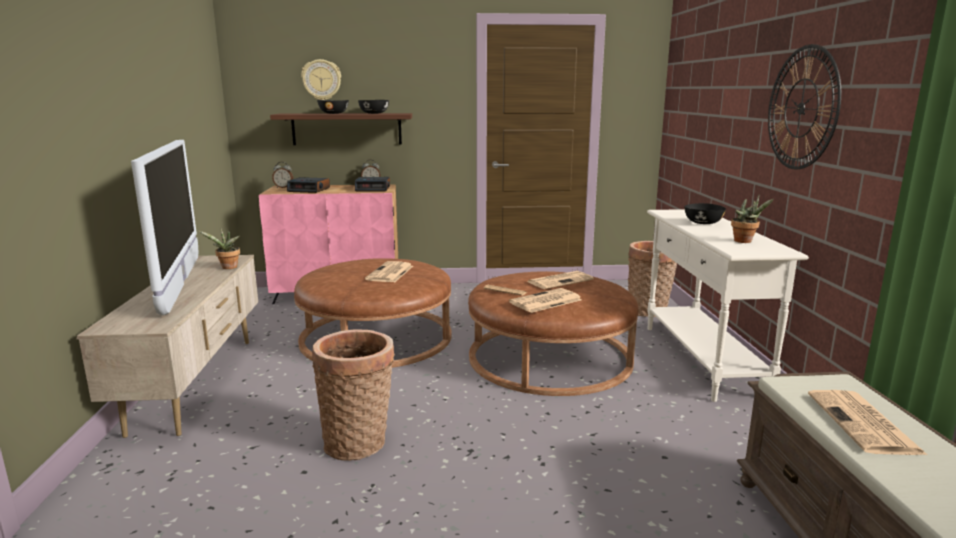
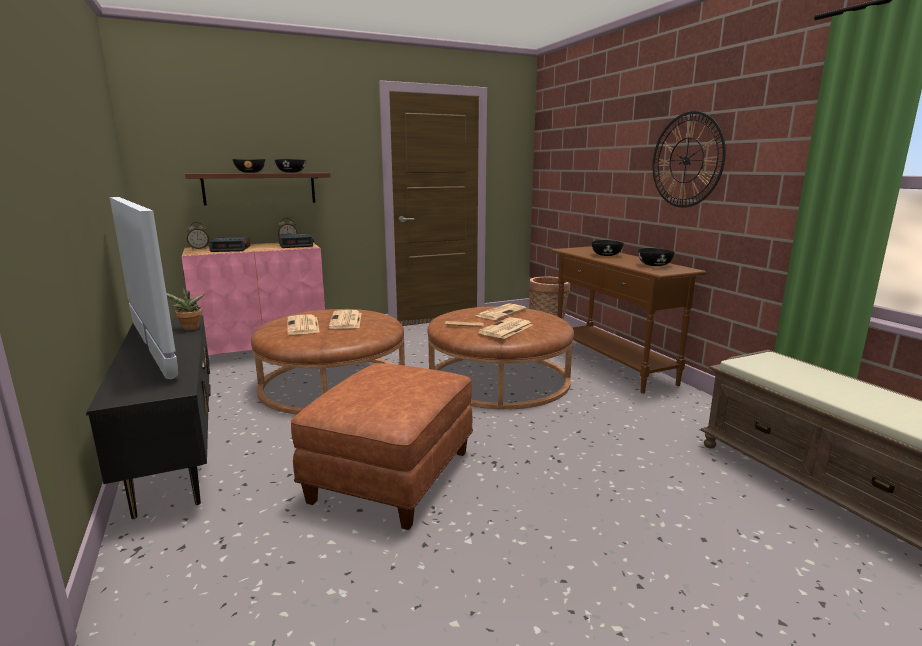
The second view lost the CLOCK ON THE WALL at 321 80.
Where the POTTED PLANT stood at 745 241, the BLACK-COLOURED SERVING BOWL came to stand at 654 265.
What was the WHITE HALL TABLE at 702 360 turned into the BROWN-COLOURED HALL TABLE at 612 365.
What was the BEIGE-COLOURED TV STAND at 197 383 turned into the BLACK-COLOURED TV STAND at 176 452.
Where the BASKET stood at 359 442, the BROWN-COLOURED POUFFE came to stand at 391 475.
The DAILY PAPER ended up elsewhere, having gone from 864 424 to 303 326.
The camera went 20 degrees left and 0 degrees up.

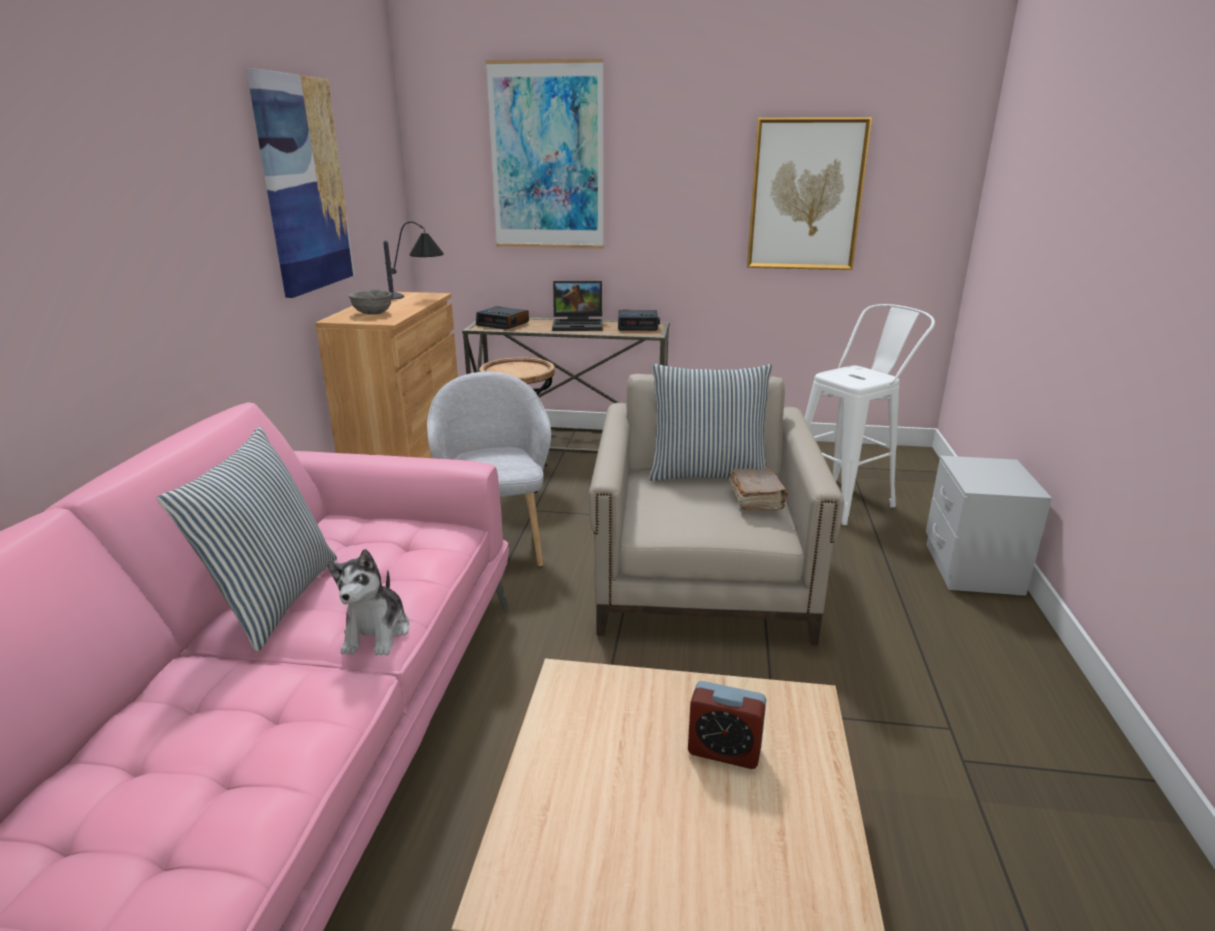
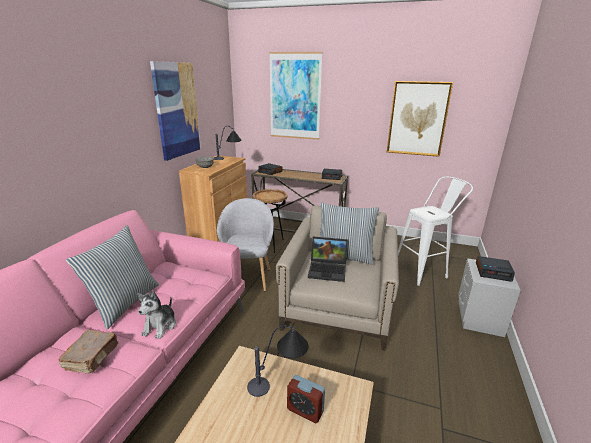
The PORTABLE COMPUTER ended up elsewhere, having gone from 579 325 to 328 270.
The BROWN-COLOURED VOLUME ended up elsewhere, having gone from 756 499 to 92 357.
The second view gained the ALARM CLOCK at 493 272.
The second view gained the TABLE LAMP at 280 379.
The camera went 10 degrees right and 0 degrees up.

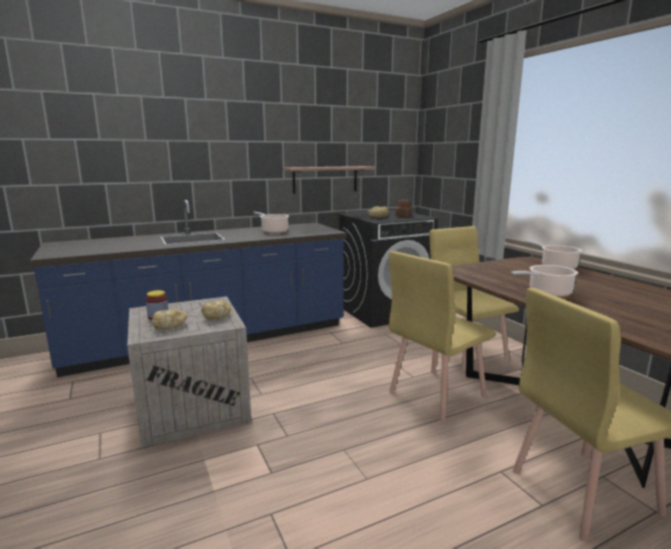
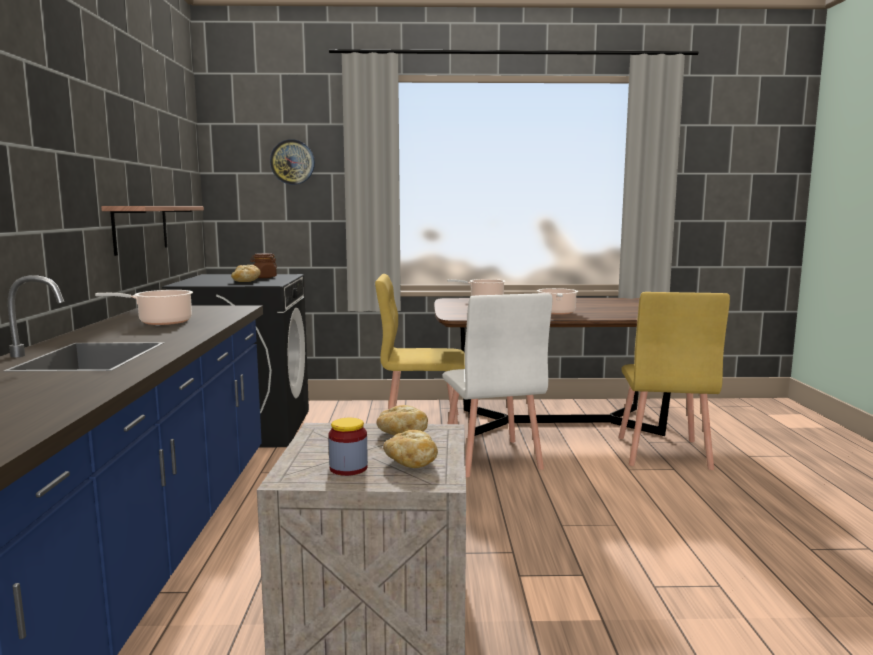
What was the YELLOW UPRIGHT CHAIR at 436 394 turned into the WHITE UPRIGHT CHAIR at 491 458.
The second view gained the CLOCK ON THE WALL at 292 162.
The camera went 65 degrees left and 5 degrees down.

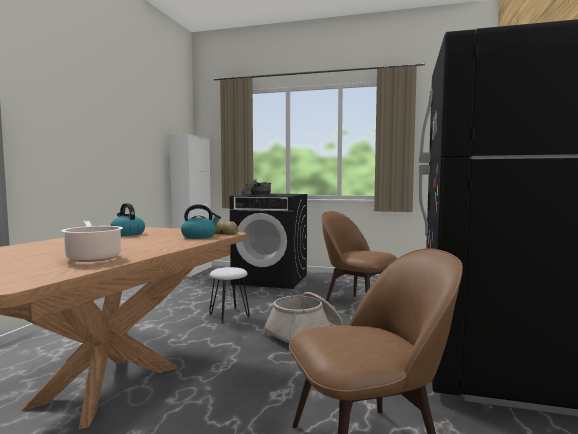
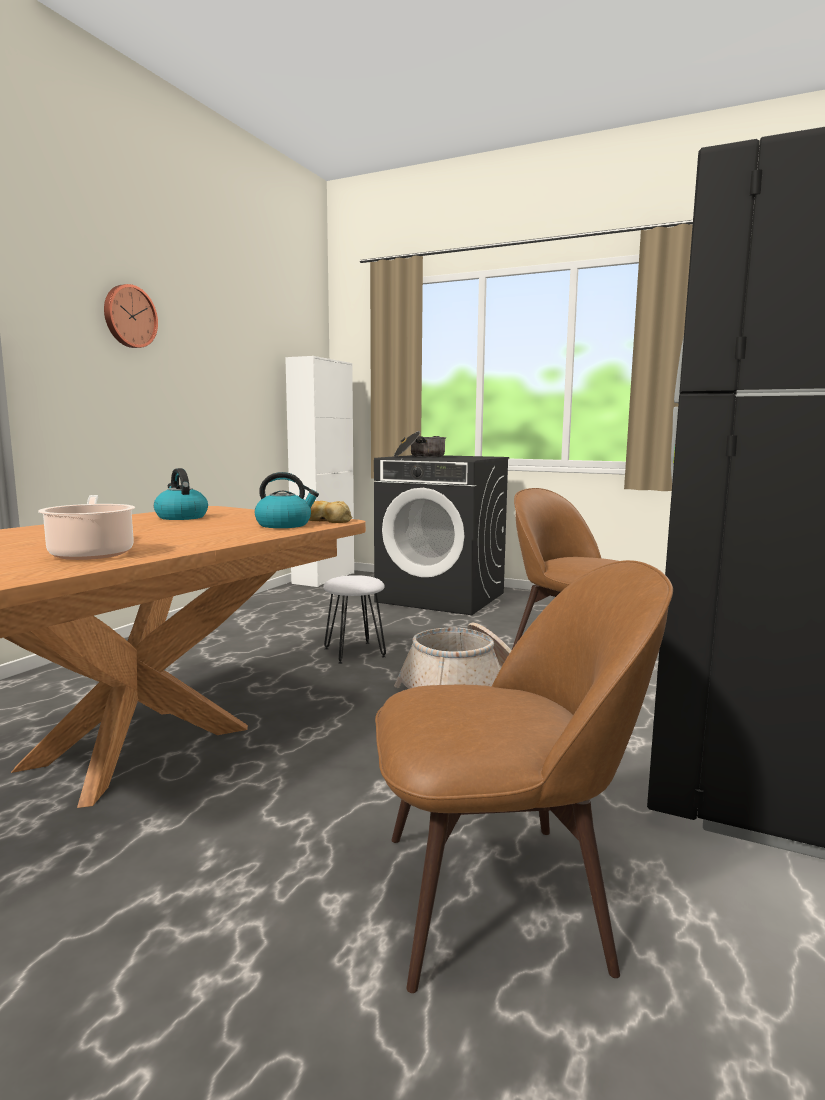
The second view gained the CLOCK ON THE WALL at 129 316.
The camera went 10 degrees right and 5 degrees up.

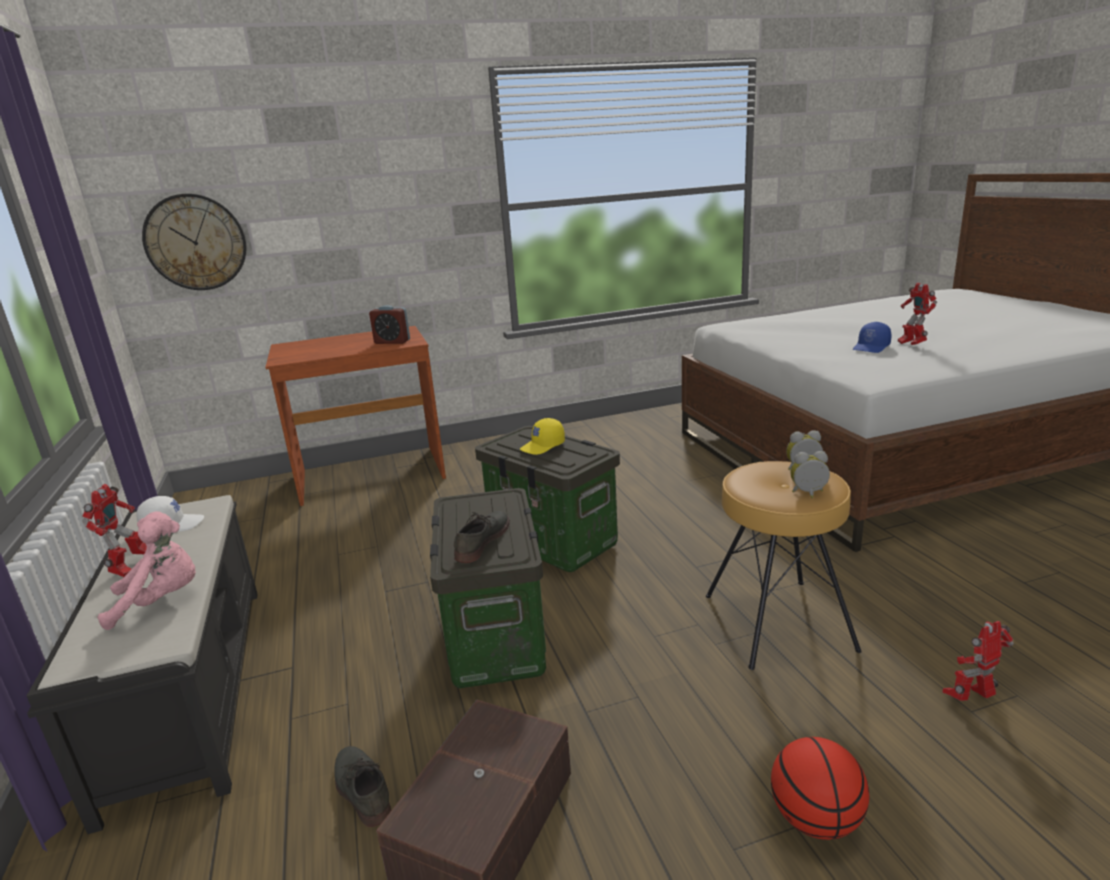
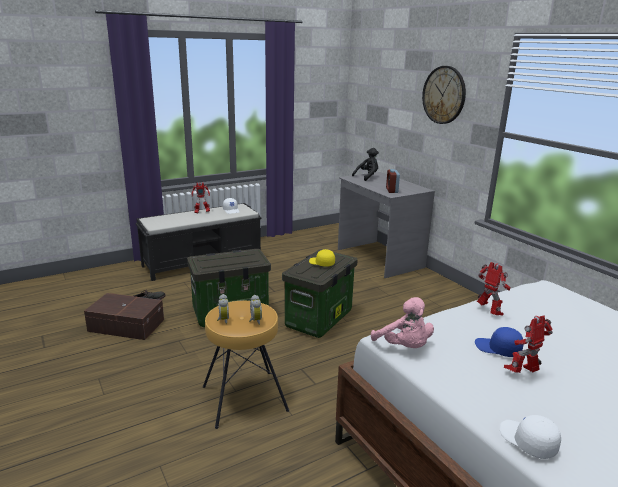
The CLOCK ON THE WALL ended up elsewhere, having gone from 196 242 to 444 95.
What was the BROWN-COLOURED DESK TABLE at 371 475 turned into the GREY DESK TABLE at 379 258.
The PINK-COLOURED CUDDLY TOY ended up elsewhere, having gone from 162 601 to 404 347.
The second view lost the GREY SHOE at 482 540.
The MODEL ROBOT ended up elsewhere, having gone from 971 698 to 489 312.
The second view lost the BASKETBALL BALL at 815 819.
The second view gained the BLACK-COLOURED CUDDLY TOY at 367 177.
The second view gained the WHITE CAP at 527 441.
The camera went 75 degrees right and 0 degrees up.

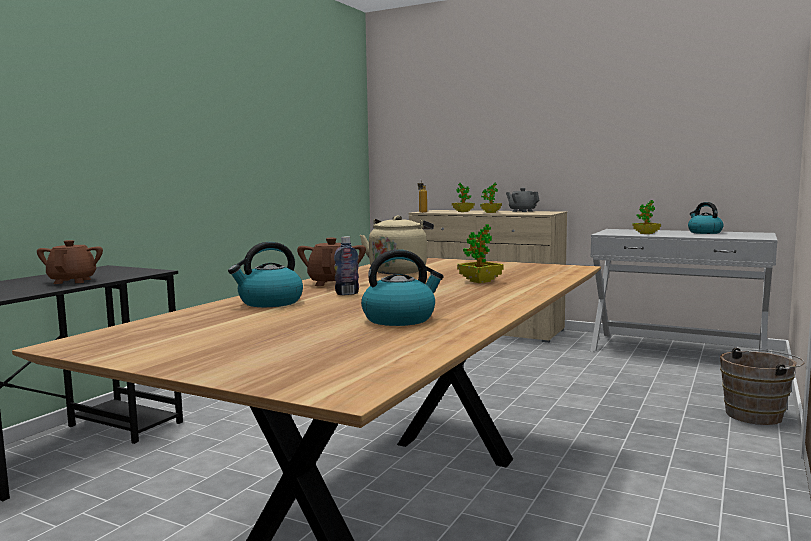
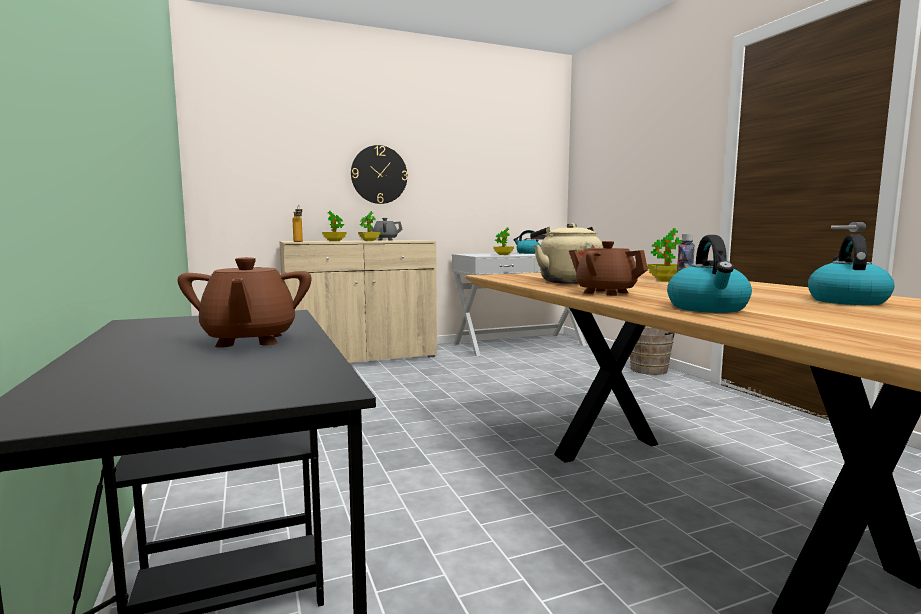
The BROWN-COLOURED TEA POT at 73 281 ended up facing another way, 135 degrees counterclockwise from before.
The second view gained the CLOCK ON THE WALL at 379 174.
The camera went 50 degrees left and 0 degrees up.

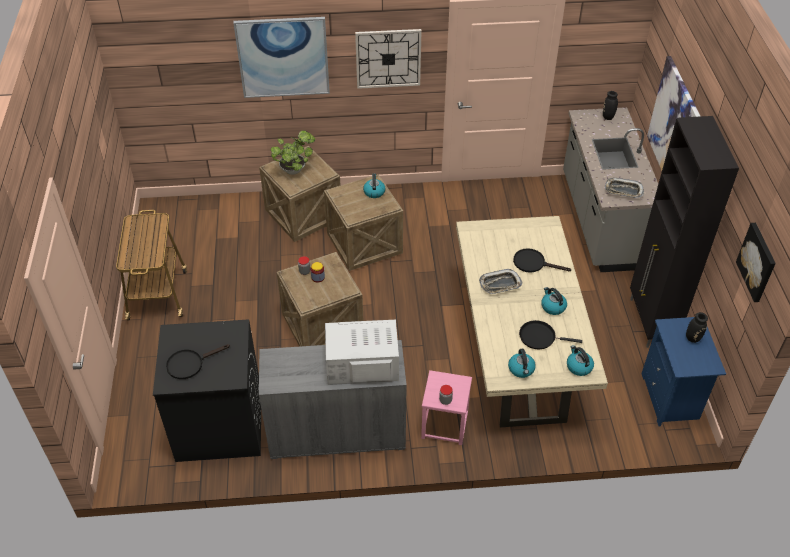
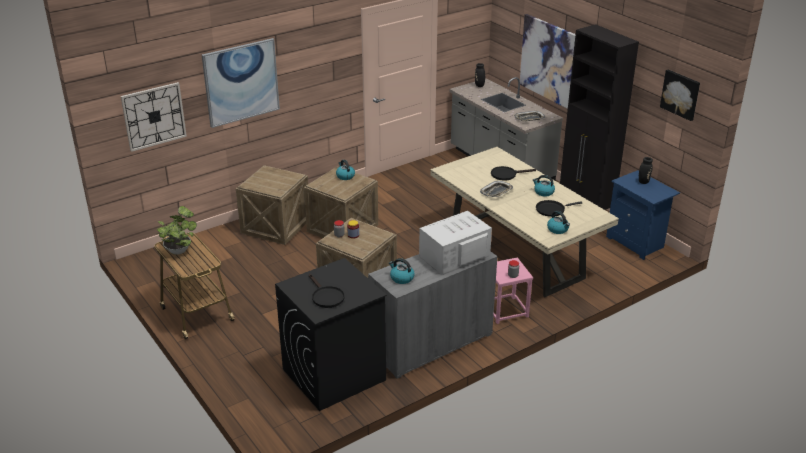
The CLOCK ON THE WALL ended up elsewhere, having gone from 388 58 to 154 116.
The POTTED PLANT ended up elsewhere, having gone from 294 169 to 179 249.
The BLACK-COLOURED FRYING PAN at 190 363 ended up facing another way, 60 degrees counterclockwise from before.
The WATER KETTLE ended up elsewhere, having gone from 578 366 to 401 278.
The camera went 30 degrees left and 15 degrees down.

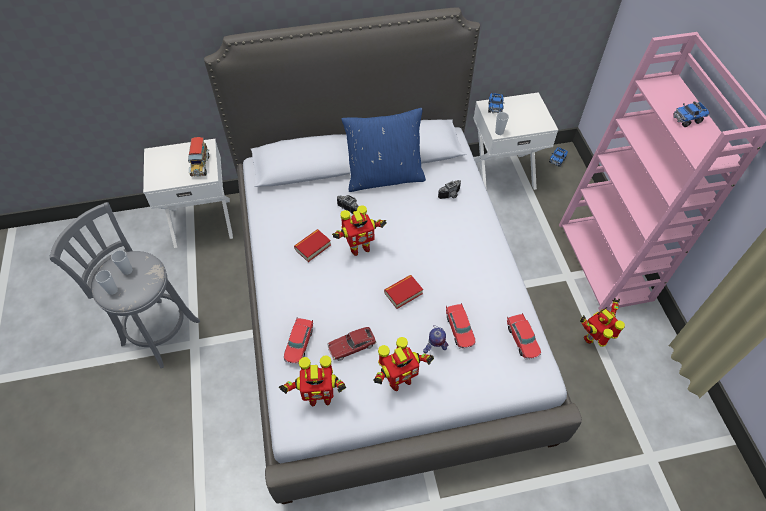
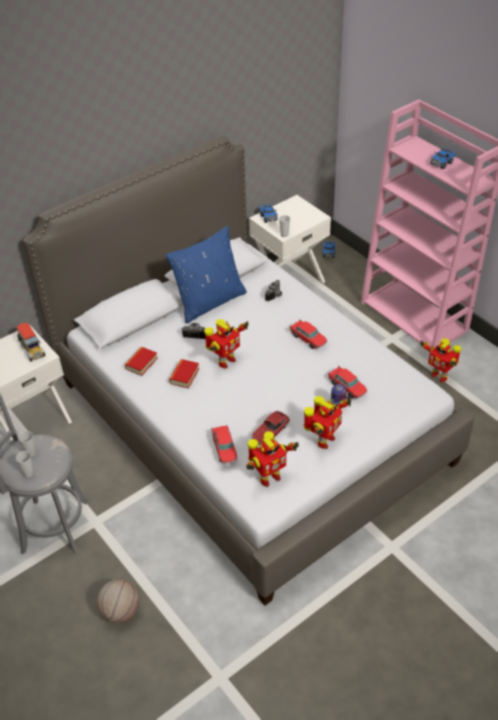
The VOLUME ended up elsewhere, having gone from 403 293 to 141 363.
The MODEL ROBOT at 593 338 ended up facing another way, 75 degrees counterclockwise from before.
The MINIATURE CAR ended up elsewhere, having gone from 522 339 to 308 339.
The second view gained the BASKETBALL BALL at 120 611.
The camera went 25 degrees left and 10 degrees down.

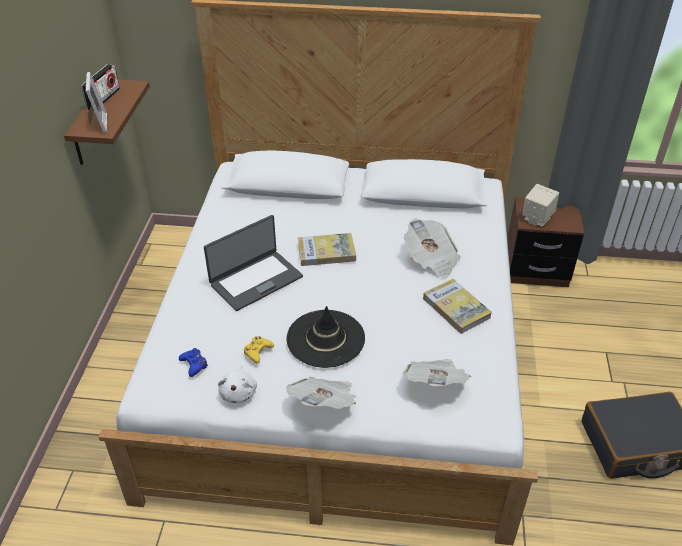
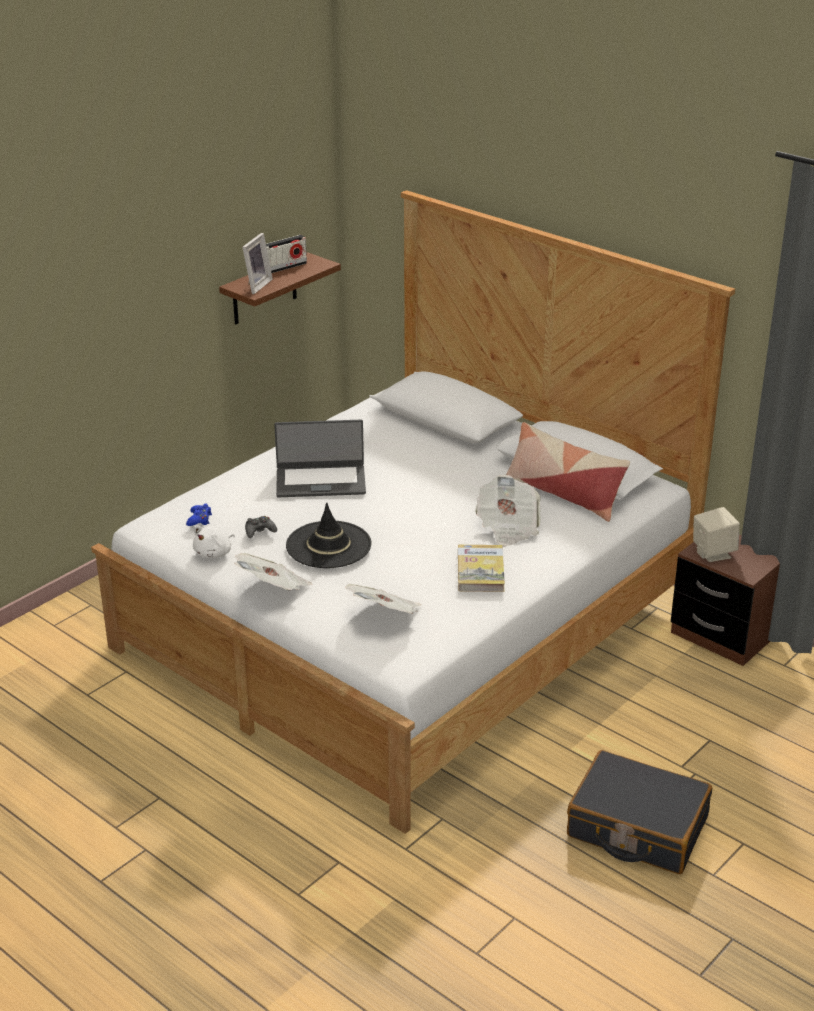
The second view lost the VOLUME at 326 252.
What was the YELLOW GAMEPAD at 258 352 turned into the BLACK-COLOURED GAMEPAD at 259 531.
The second view gained the PILLOW at 563 494.
The camera went 35 degrees right and 10 degrees down.

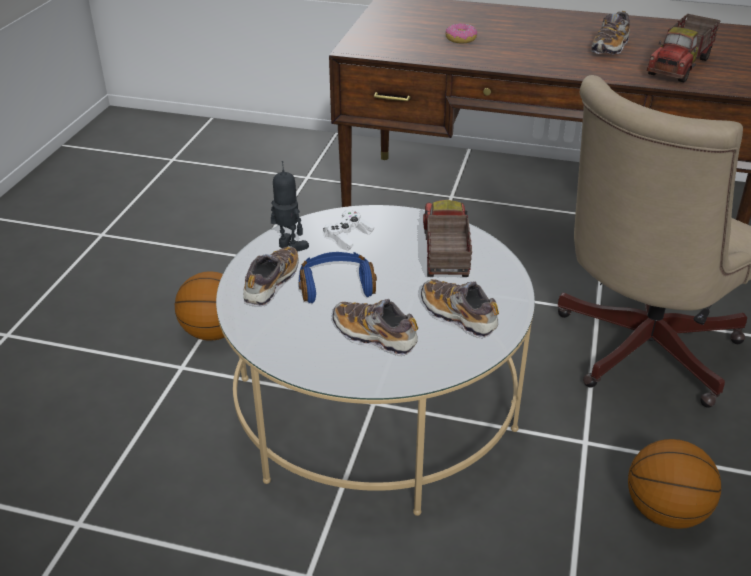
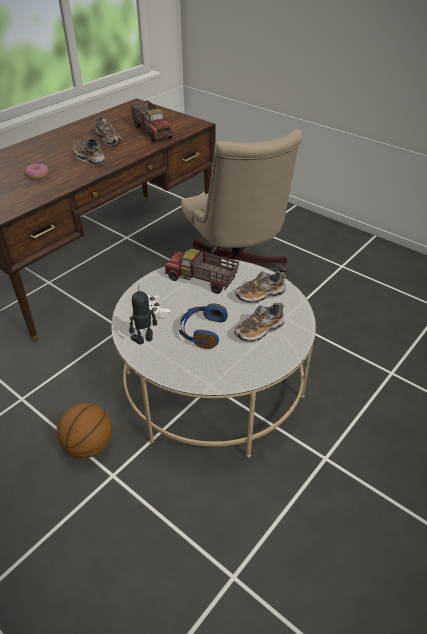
The SHOE ended up elsewhere, having gone from 271 284 to 89 158.
The second view lost the BASKETBALL BALL at 665 512.
The camera went 65 degrees left and 5 degrees up.

